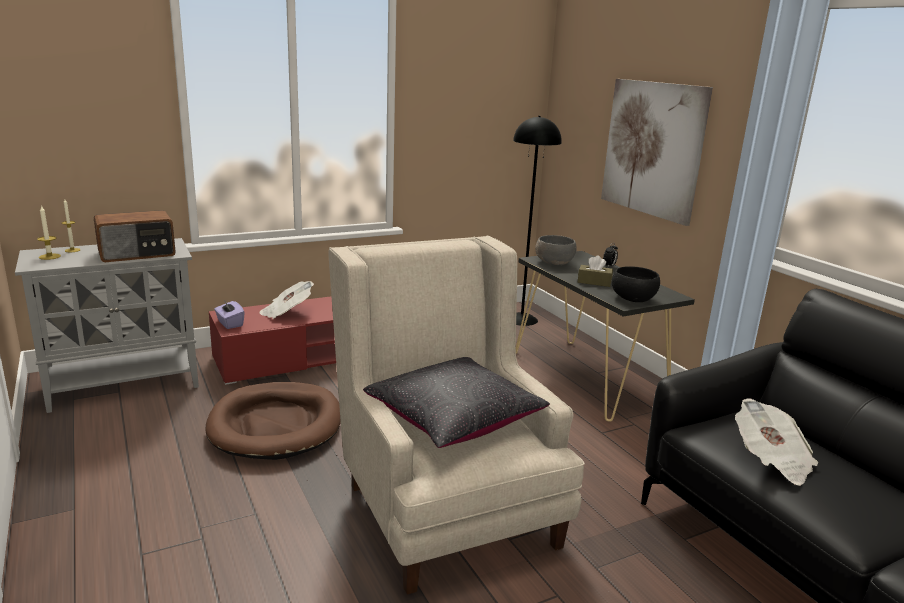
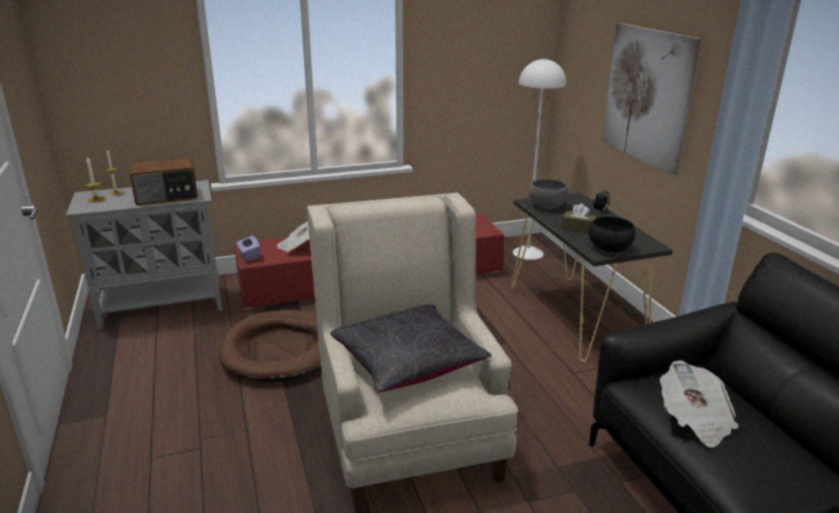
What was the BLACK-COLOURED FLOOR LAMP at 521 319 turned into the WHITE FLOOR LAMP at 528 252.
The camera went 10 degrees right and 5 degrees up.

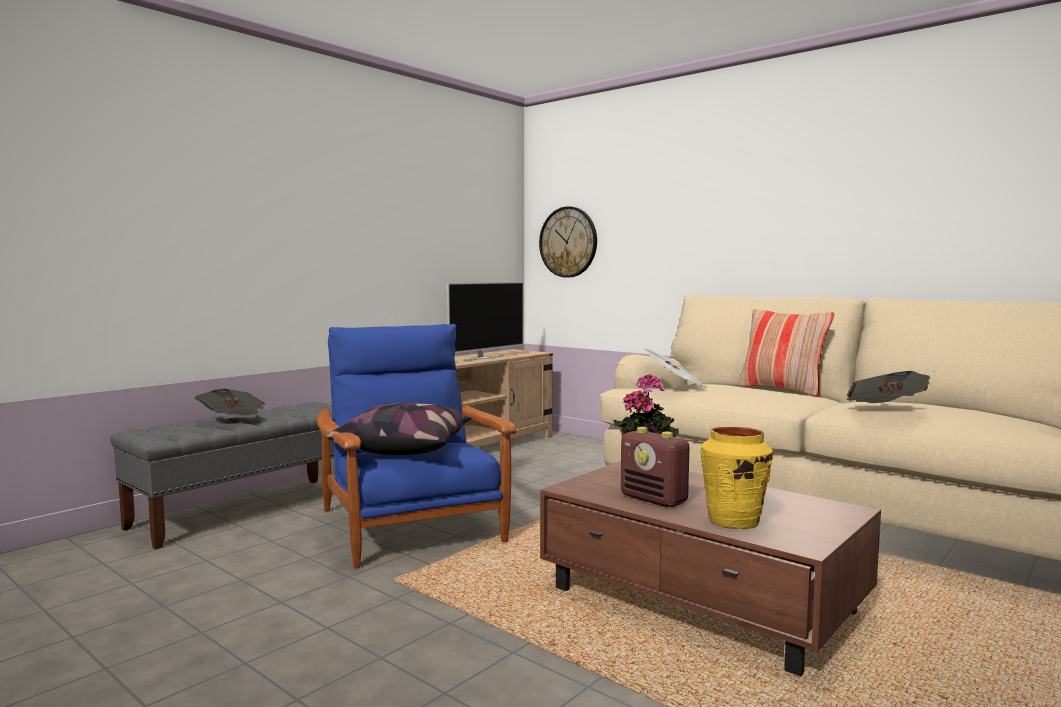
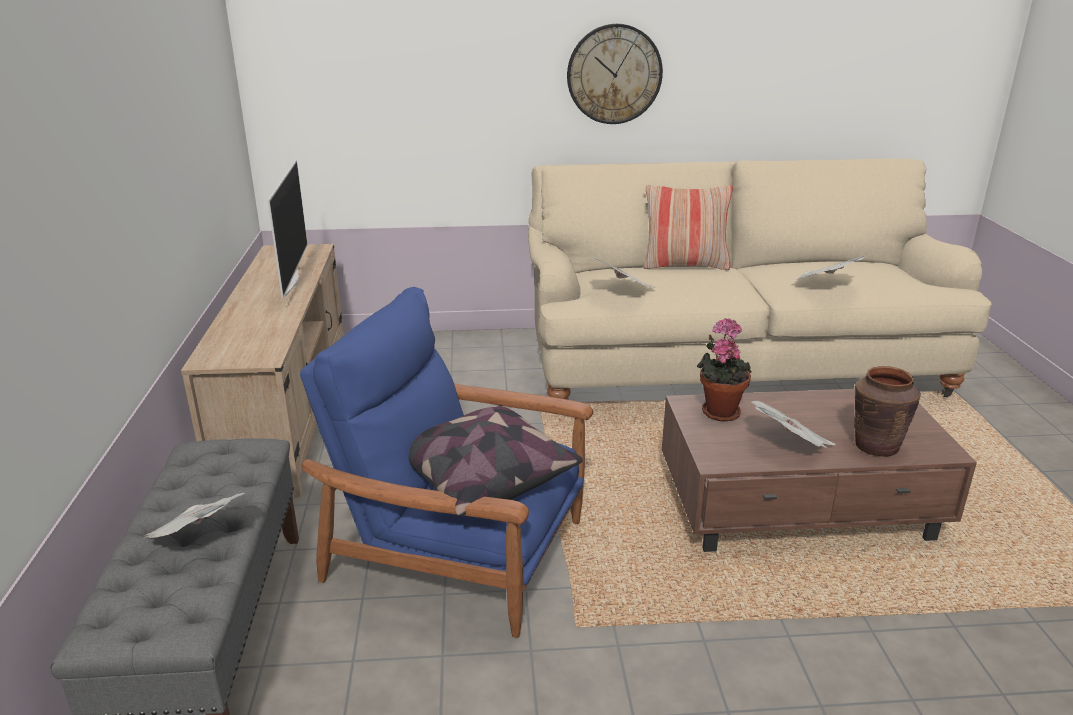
The CLOCK ON THE WALL ended up elsewhere, having gone from 568 242 to 614 74.
Where the RADIO stood at 654 500, the DAILY PAPER came to stand at 791 445.
What was the YELLOW VASE at 734 522 turned into the BROWN-COLOURED VASE at 876 446.
The camera went 45 degrees left and 20 degrees up.

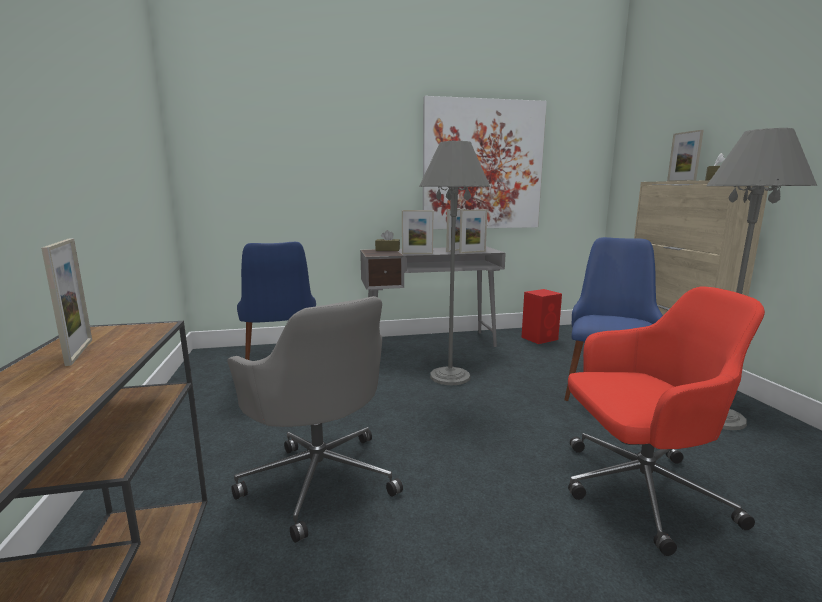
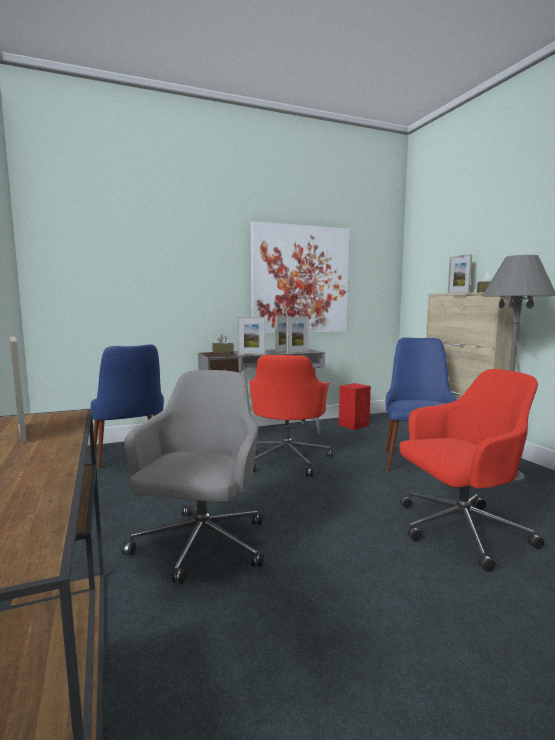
Where the GREY FLOOR LAMP stood at 449 376, the REDDISH OFFICE CHAIR came to stand at 287 459.
The GREY OFFICE CHAIR at 320 478 ended up facing another way, 120 degrees counterclockwise from before.
The camera went 10 degrees left and 5 degrees down.

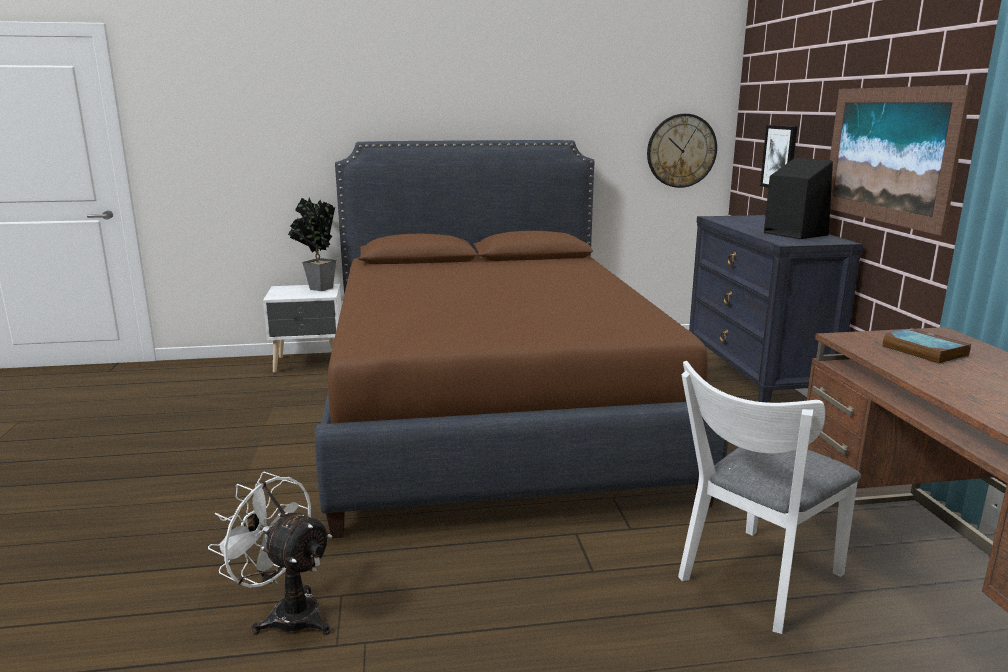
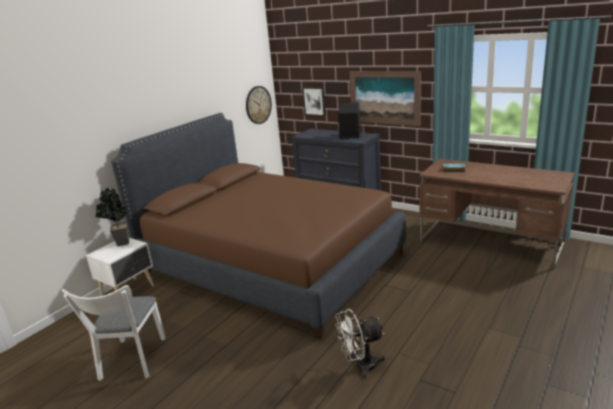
The WHITE UPRIGHT CHAIR ended up elsewhere, having gone from 754 581 to 131 362.
The camera went 45 degrees left and 5 degrees up.

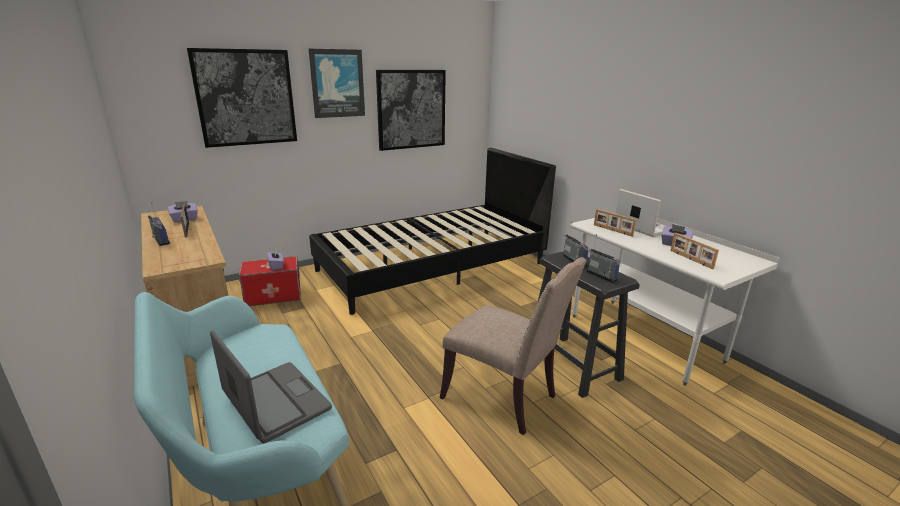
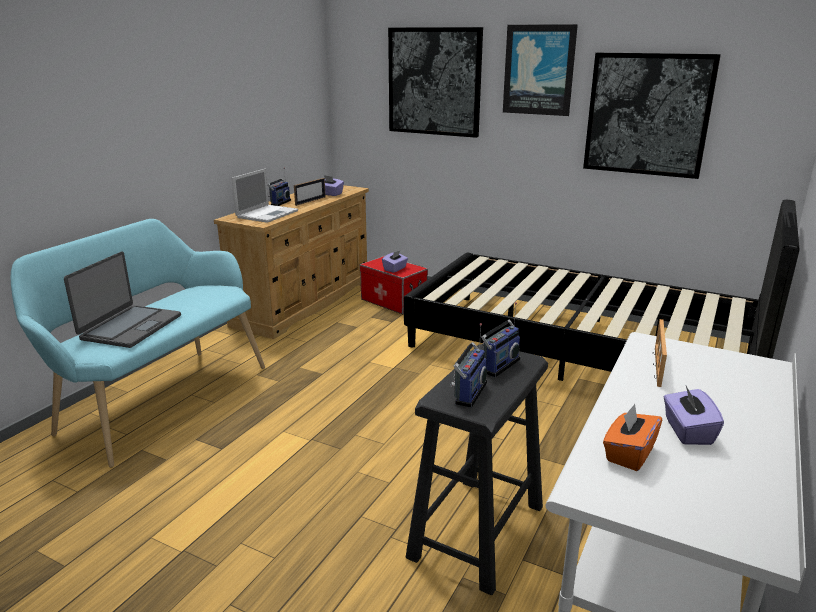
The PORTABLE COMPUTER ended up elsewhere, having gone from 642 227 to 268 214.
Where the PHOTO FRAME stood at 690 259, the ORANGE-COLOURED BOX OF TISSUES came to stand at 629 454.
The second view lost the BEIGE-COLOURED UPRIGHT CHAIR at 504 397.
The camera went 60 degrees right and 0 degrees up.

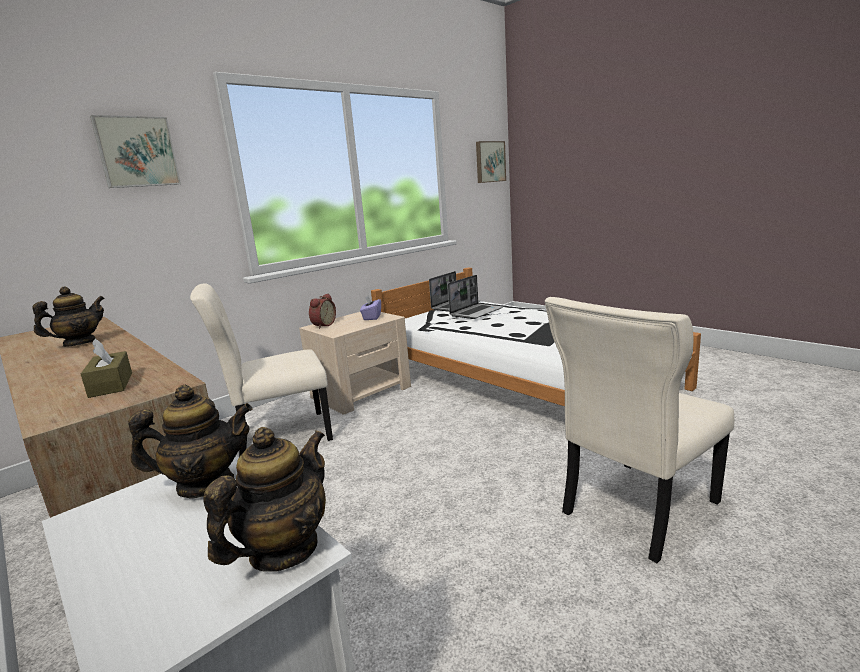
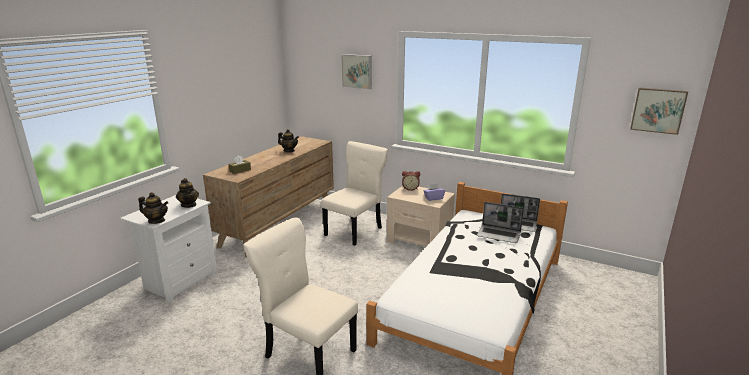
The BEIGE-COLOURED UPRIGHT CHAIR at 278 436 ended up facing another way, 75 degrees clockwise from before.
The camera went 70 degrees right and 5 degrees up.

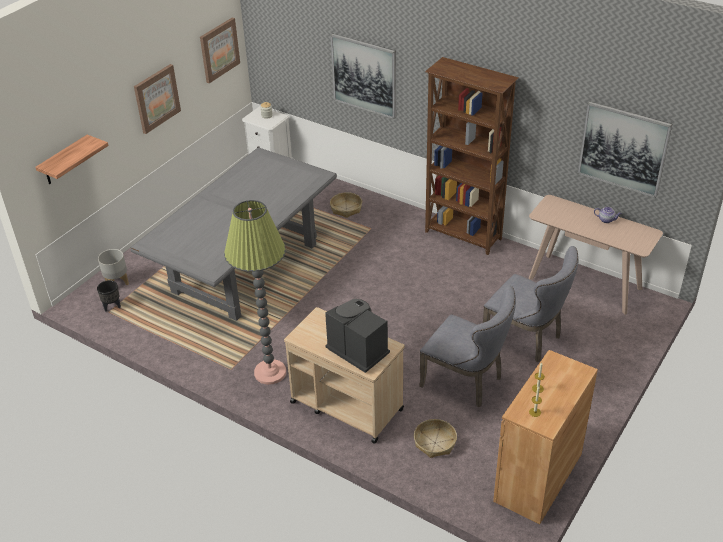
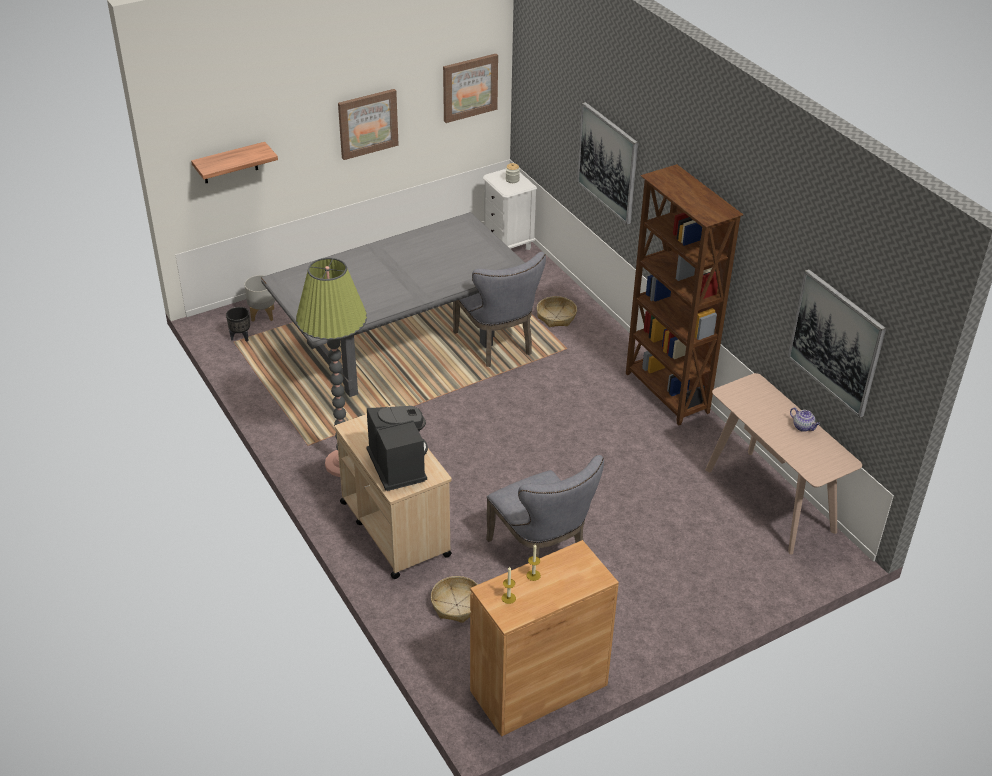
The GREY UPRIGHT CHAIR ended up elsewhere, having gone from 527 339 to 497 345.
The camera went 25 degrees right and 0 degrees up.

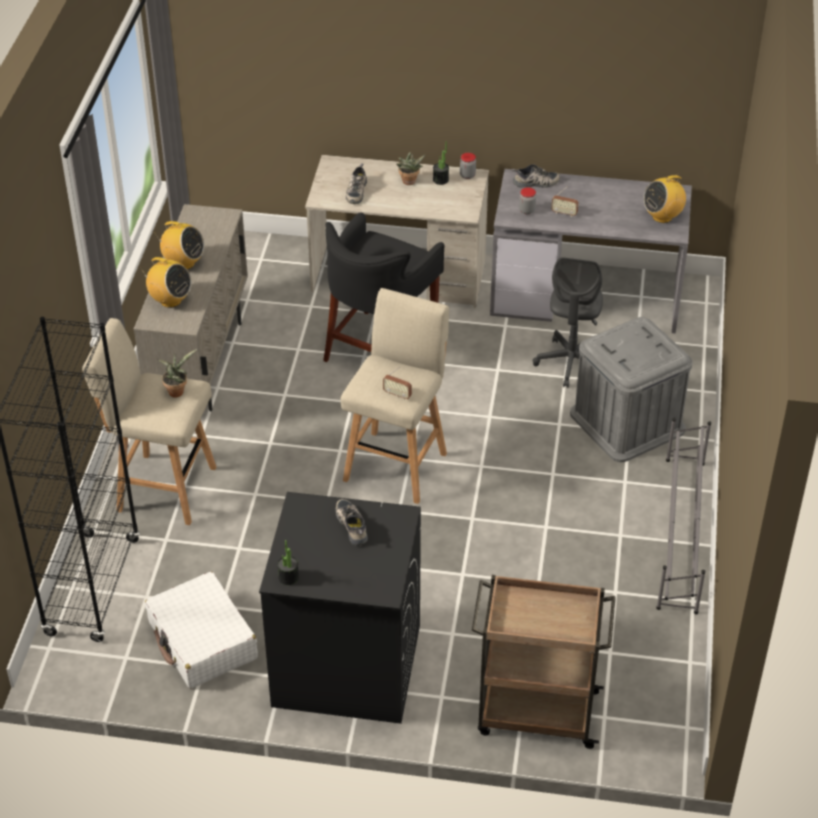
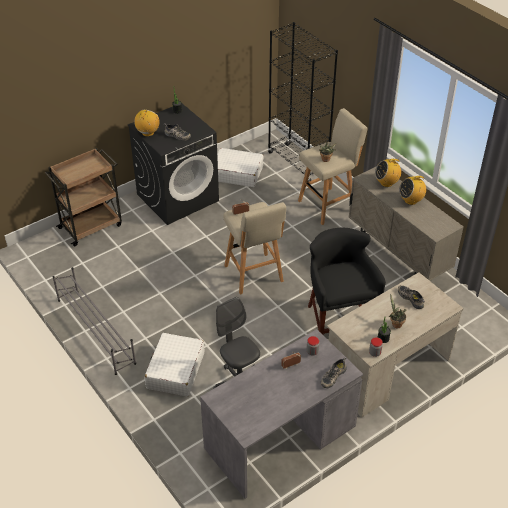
The RADIO ended up elsewhere, having gone from 662 216 to 148 133.
Where the GREY STORAGE BOX stood at 627 421, the WHITE TRAVEL CASE came to stand at 175 371.
The camera went 135 degrees right and 0 degrees up.

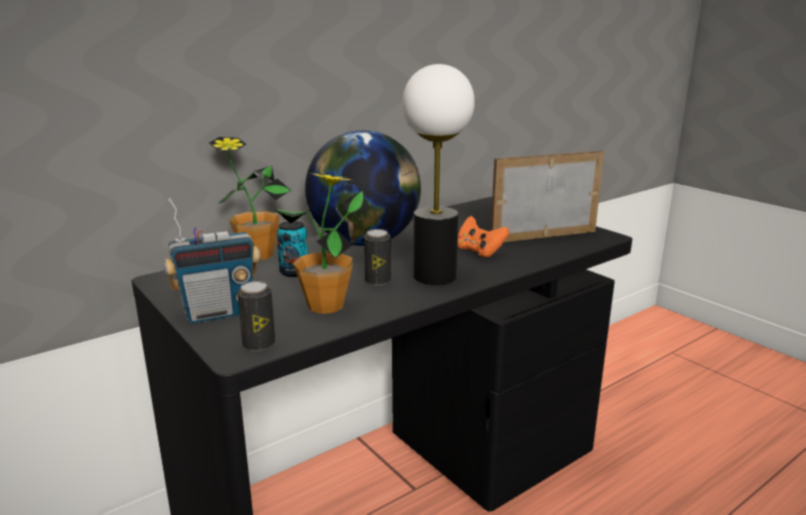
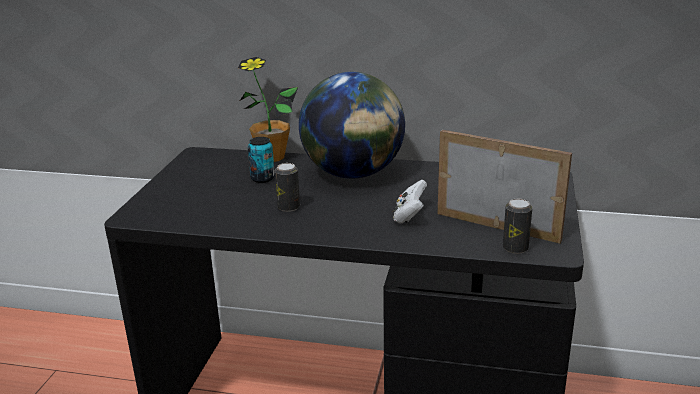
The second view lost the TABLE LAMP at 435 276.
The second view lost the POTTED PLANT at 326 306.
The second view lost the RADIO at 218 313.
What was the ORANGE-COLOURED GAMEPAD at 479 251 turned into the WHITE GAMEPAD at 409 216.
The METAL CAN ended up elsewhere, having gone from 259 344 to 515 248.
The camera went 50 degrees right and 5 degrees up.

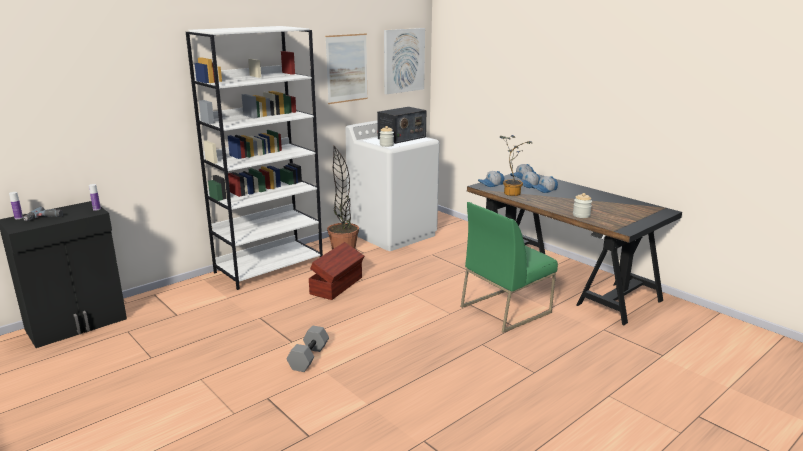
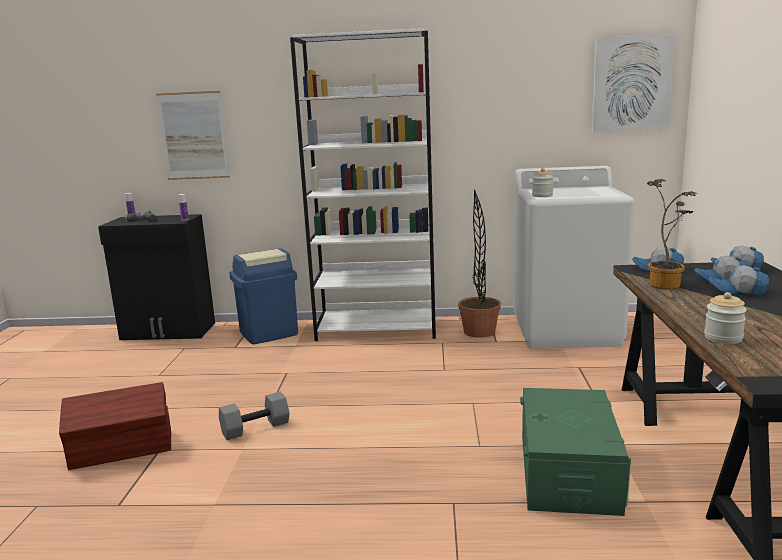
The WALL ART ended up elsewhere, having gone from 347 68 to 193 136.
The second view lost the RADIO at 401 138.
Where the GREEN UPRIGHT CHAIR stood at 505 309, the GREEN STORAGE BOX came to stand at 567 472.
The BROWN-COLOURED STORAGE BOX ended up elsewhere, having gone from 337 285 to 123 450.
The second view gained the BLUE-COLOURED TRASH CAN at 268 333.
The camera went 45 degrees right and 5 degrees down.

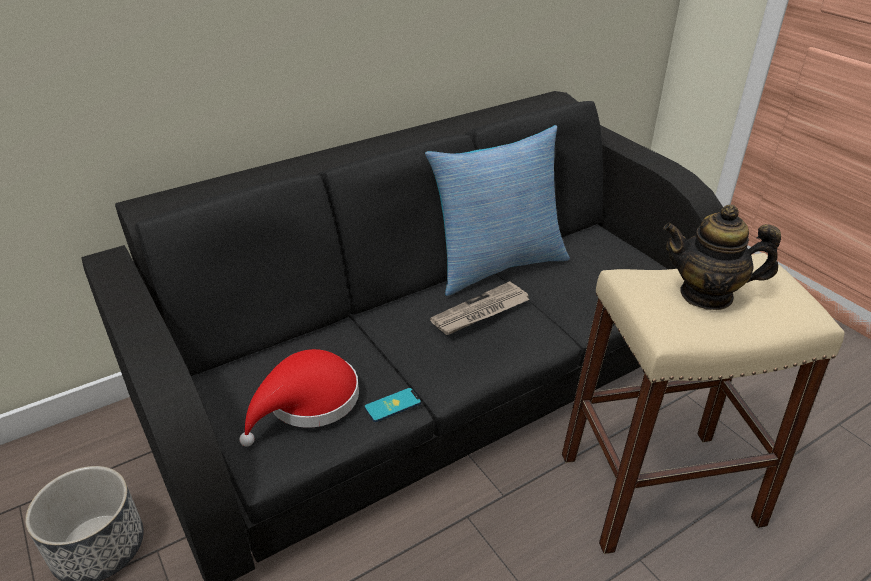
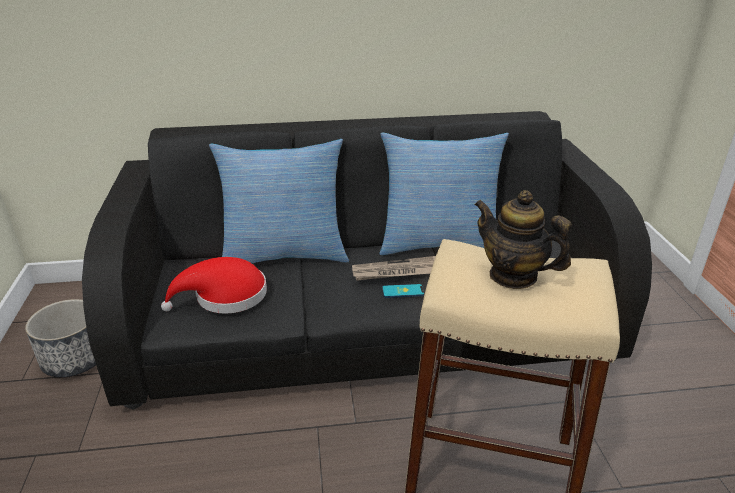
The TELEPHONE ended up elsewhere, having gone from 392 405 to 402 291.
The second view gained the PILLOW at 284 254.
The camera went 25 degrees right and 5 degrees down.

